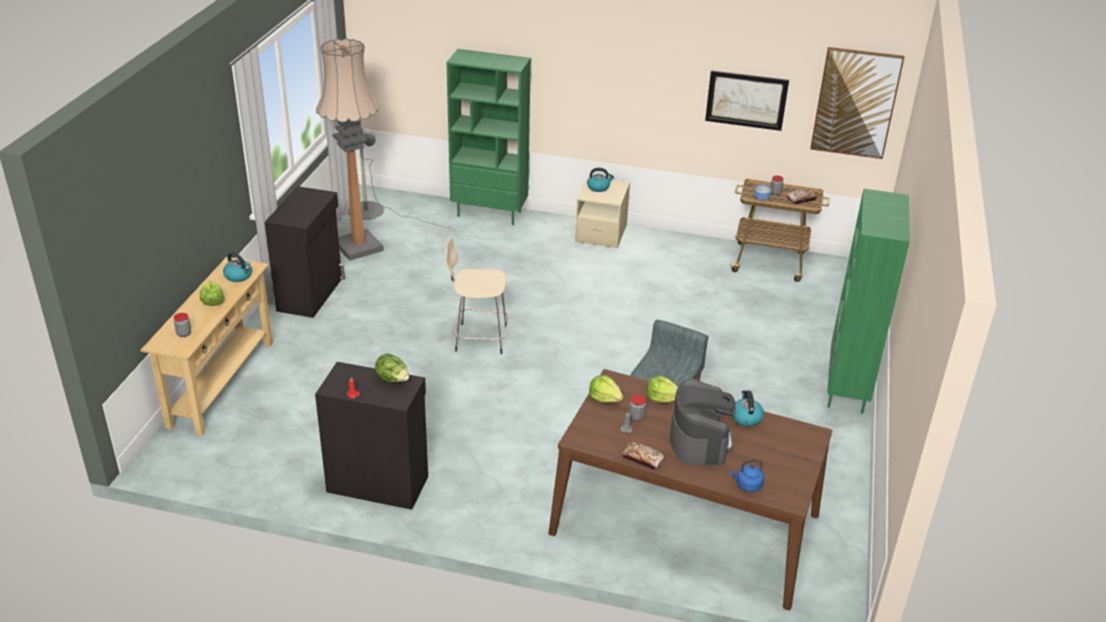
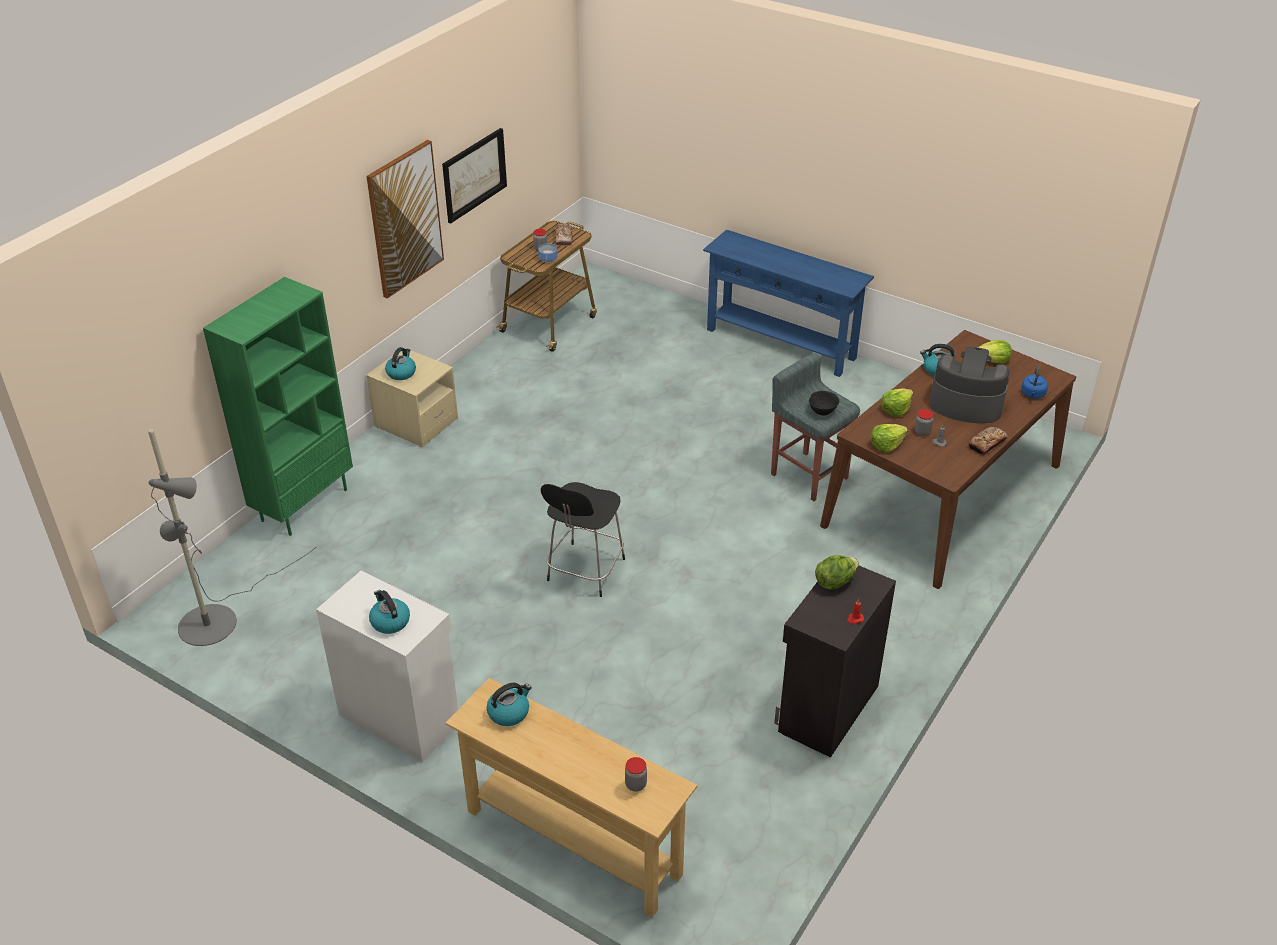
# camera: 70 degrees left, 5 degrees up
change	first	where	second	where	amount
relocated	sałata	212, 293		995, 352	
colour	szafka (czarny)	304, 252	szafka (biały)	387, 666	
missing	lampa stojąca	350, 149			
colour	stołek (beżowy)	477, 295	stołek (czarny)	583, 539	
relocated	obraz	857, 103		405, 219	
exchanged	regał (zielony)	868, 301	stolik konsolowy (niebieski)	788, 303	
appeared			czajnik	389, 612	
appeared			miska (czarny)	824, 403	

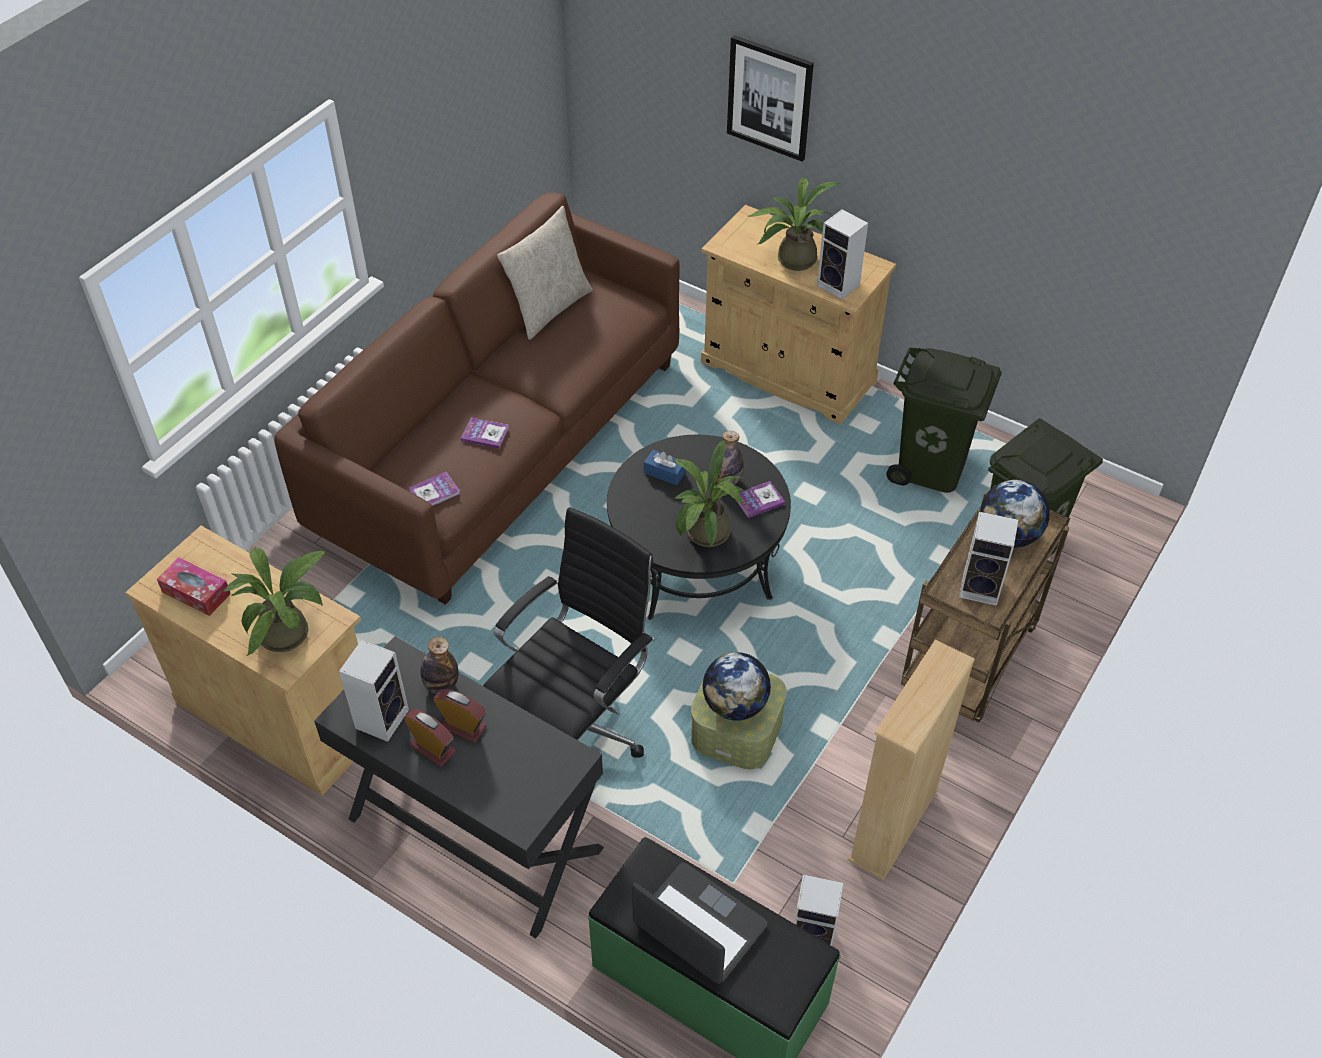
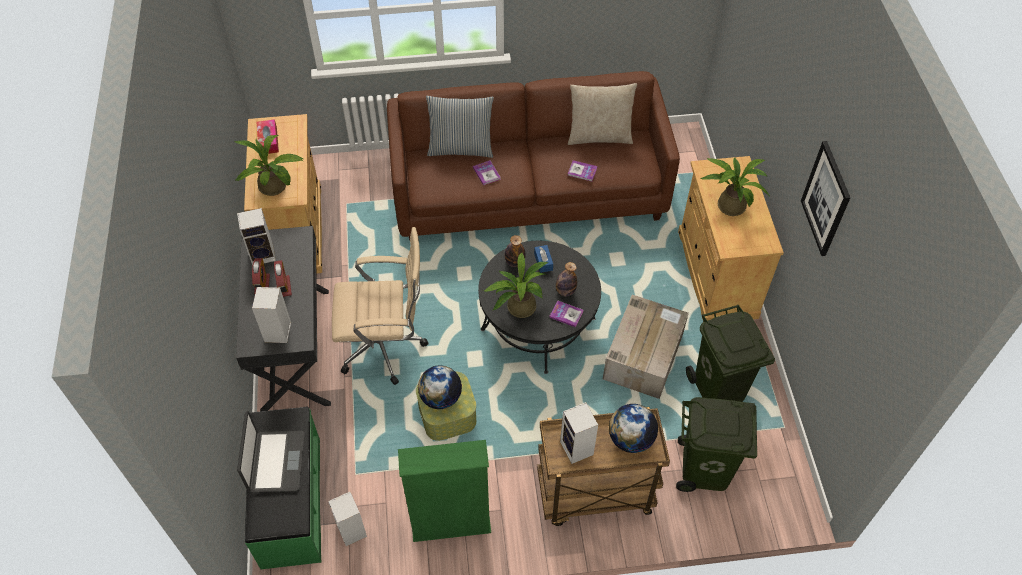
# camera: 50 degrees right, 5 degrees up
change	first	where	second	where	amount
relocated	książka	435, 489		582, 170	
relocated	butelka	439, 665		515, 251	
colour	krzesło biurowe (czarny)	569, 632	krzesło biurowe (beżowy)	380, 306	
relocated	obraz	770, 98		825, 198	
relocated	głośnik	842, 254		271, 315	
colour	regał (beżowy)	911, 759	regał (zielony)	444, 491	
appeared			poduszka	460, 127	
appeared			karton	646, 347	

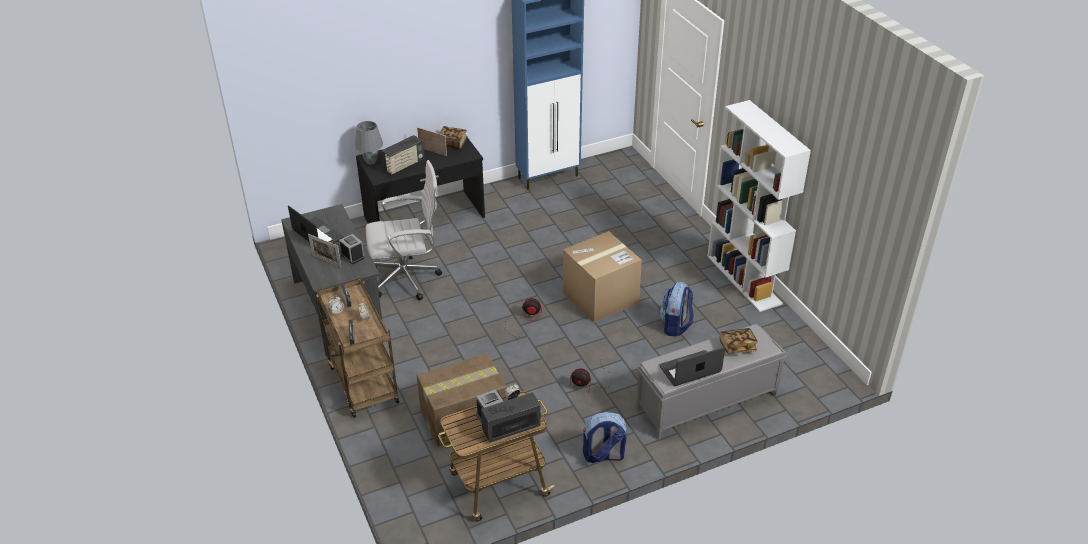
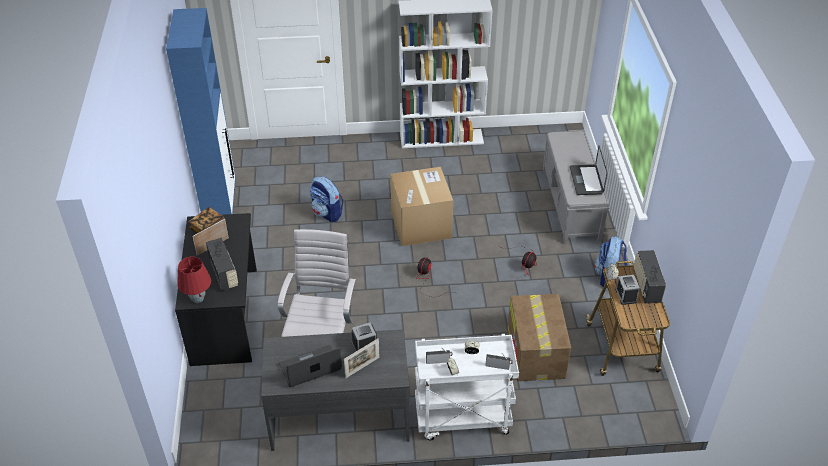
# camera: 70 degrees left, 5 degrees up
change	first	where	second	where	amount
colour	wózek (brązowy)	357, 348	wózek (biały)	467, 387	
colour	lampa stołowa (szary)	369, 143	lampa stołowa (czerwony)	194, 280	
relocated	plecak	676, 309		326, 199	
missing	książka	739, 341			

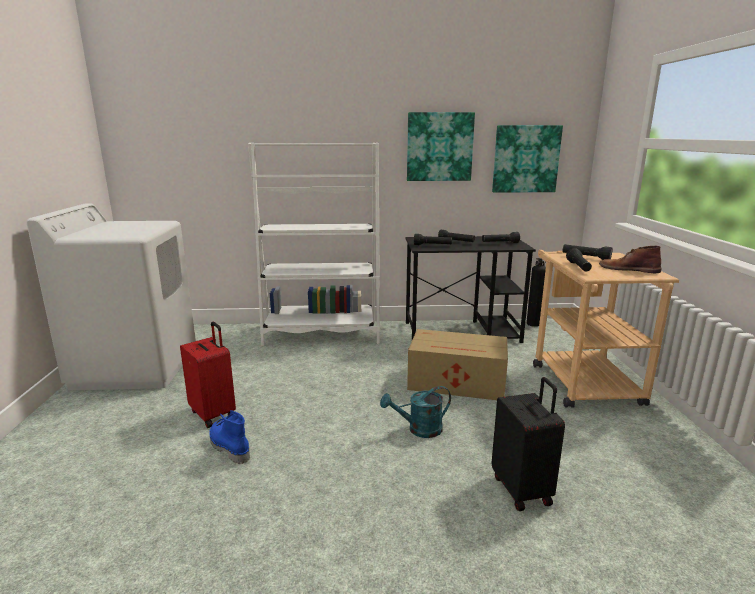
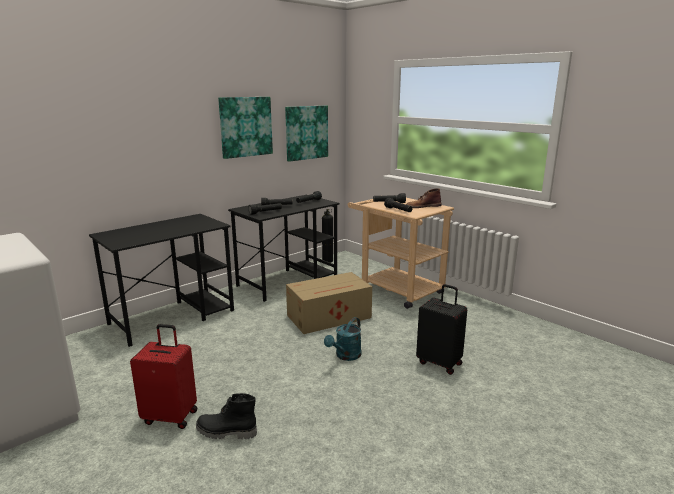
# camera: 40 degrees left, 0 degrees up
change	first	where	second	where	amount
colour	but z cholewką (niebieski)	229, 437	but z cholewką (czarny)	226, 416	
exchanged	regał (biały)	314, 244	biurko (czarny)	161, 280	

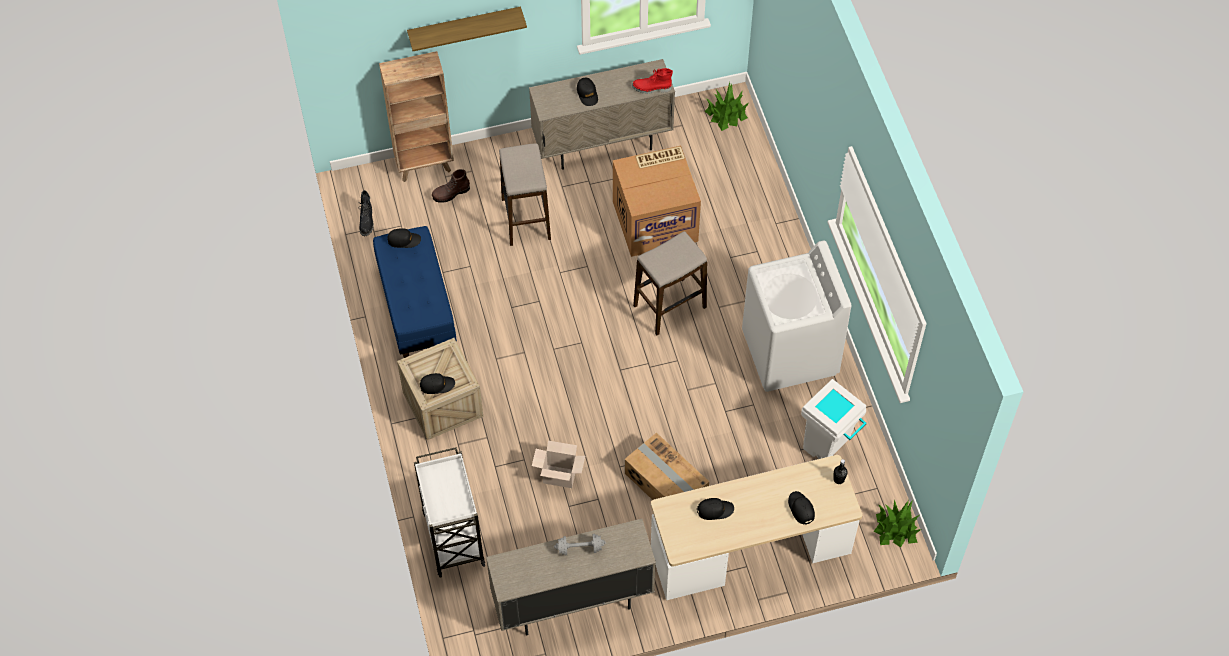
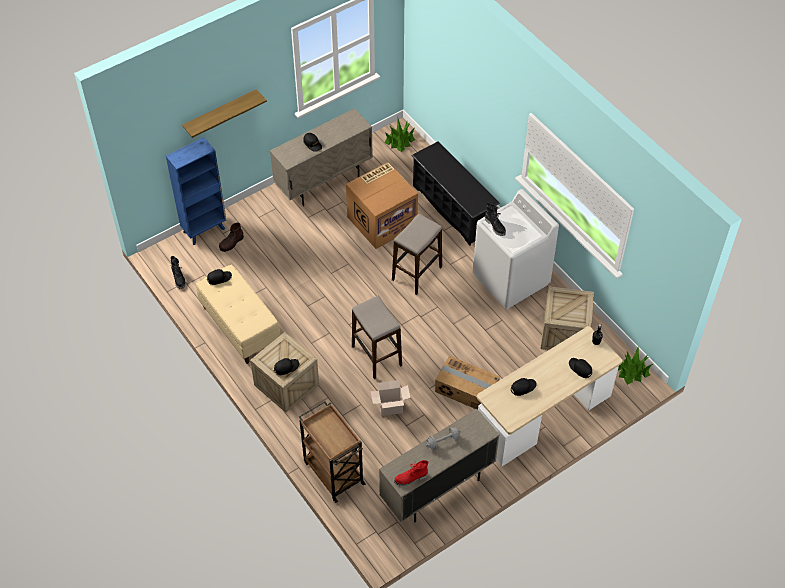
# camera: 20 degrees left, 5 degrees down
change	first	where	second	where	amount
colour	ławka (niebieski)	415, 292	ławka (beżowy)	238, 314	
colour	regał (brązowy)	416, 116	regał (niebieski)	196, 191	
colour	wózek (biały)	449, 512	wózek (brązowy)	332, 452	
relocated	stołek	525, 194		377, 337	
relocated	but z cholewką (czerwony)	652, 81		411, 473	
exchanged	kosz na śmieci (biały)	834, 419	skrzynka	567, 318	
appeared			regał na buty (czarny)	455, 193	
appeared			but z cholewką (czarny)	495, 219	

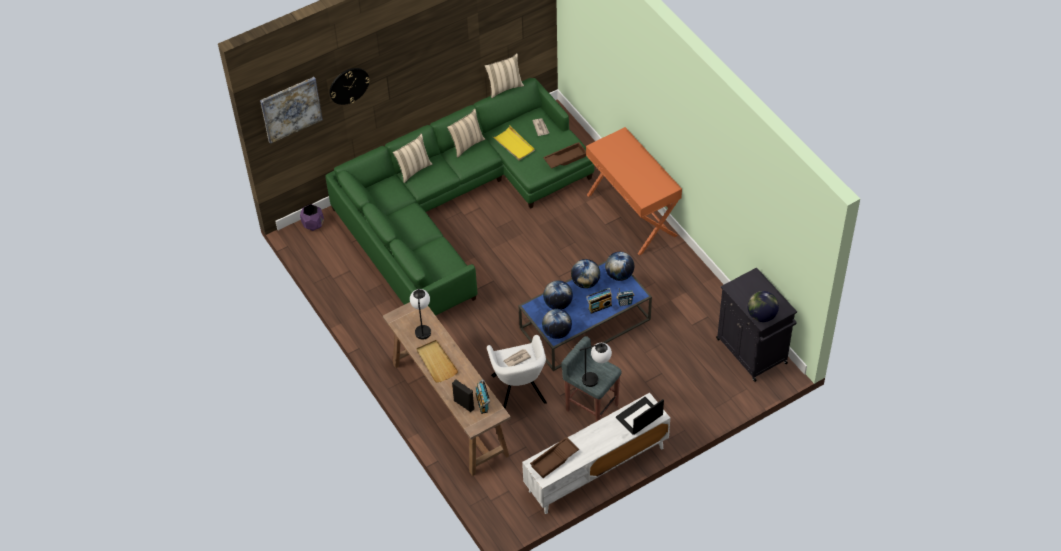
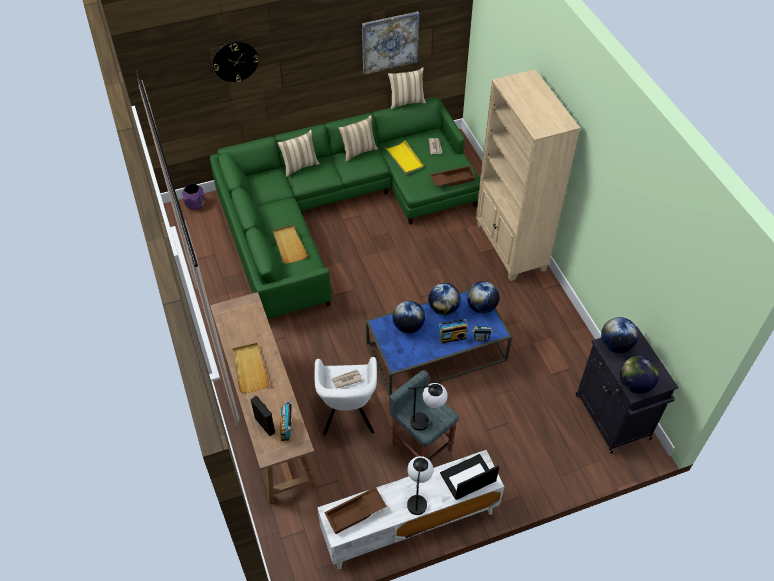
# camera: 10 degrees right, 0 degrees up
change	first	where	second	where	amount
relocated	obraz	291, 110		390, 43	
relocated	lampa stołowa	420, 314		420, 485	
relocated	globus	557, 324		619, 335	
exchanged	stolik konsolowy (pomarańczowy)	634, 191	regał (beżowy)	528, 175	
appeared			taca (beżowy)	290, 244	

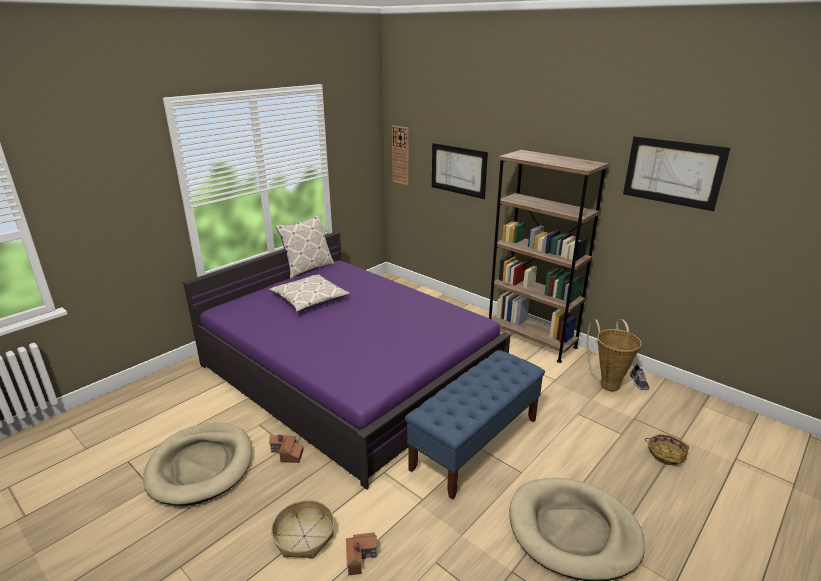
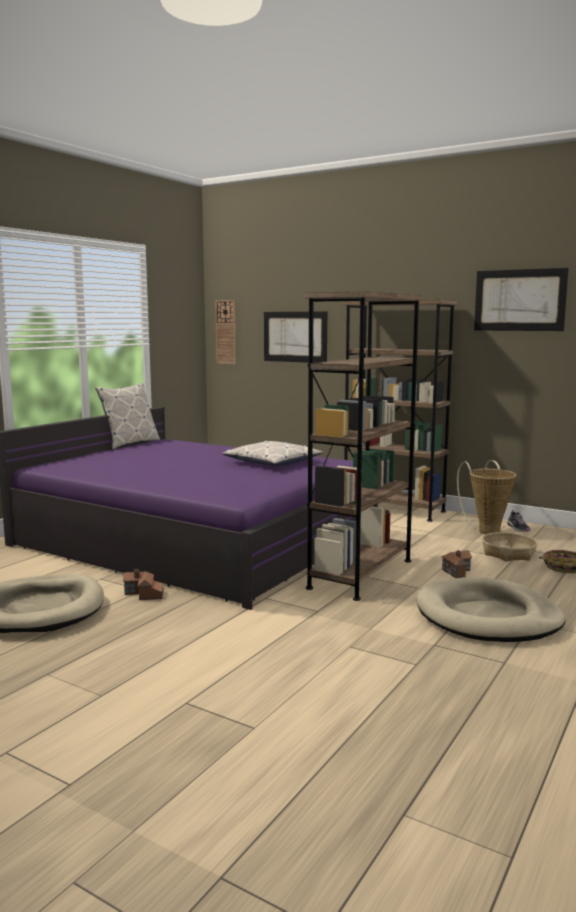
# camera: 10 degrees left, 15 degrees down
change	first	where	second	where	amount
relocated	poduszka	309, 293		273, 453	
relocated	koszyk	303, 529		509, 546	
relocated	domek	361, 553		457, 564	
exchanged	ławka (niebieski)	475, 425	regał (brązowy)	363, 446	

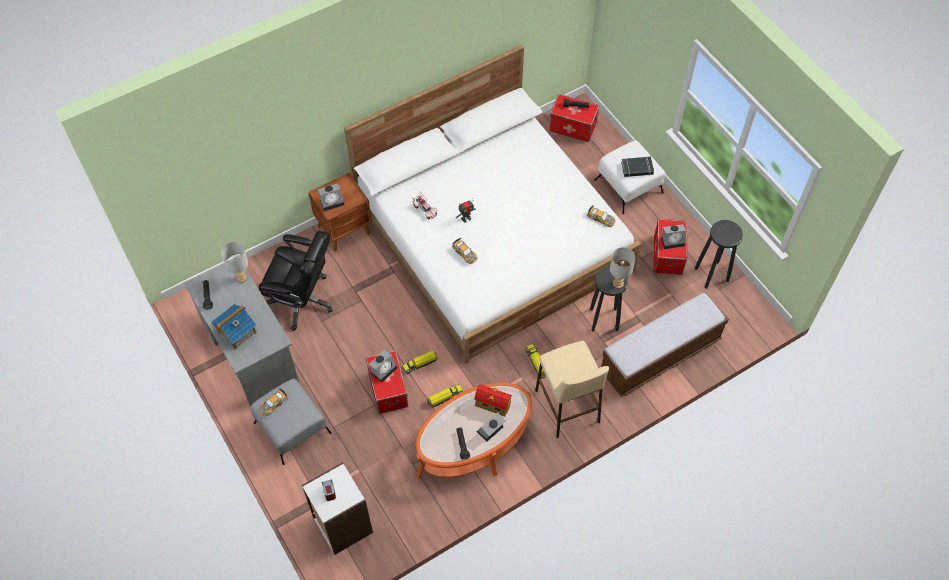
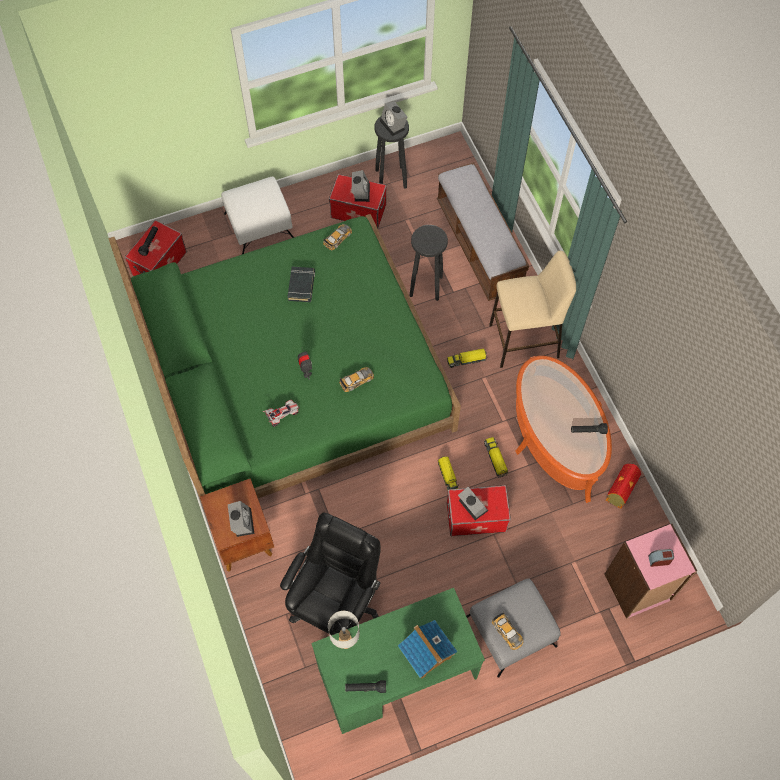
# camera: 80 degrees left, 5 degrees up
change	first	where	second	where	amount
colour	biurko (szary)	241, 332	biurko (zielony)	398, 661	
colour	regał (biały)	337, 508	regał (różowy)	651, 571	
colour	łóżko (biały)	492, 204	łóżko (zielony)	284, 358	
relocated	domek	493, 400		623, 486	
relocated	budzik	491, 427		393, 118	
missing	lampa stołowa (szary)	623, 267			
relocated	książka (czarny)	637, 167		301, 284	

